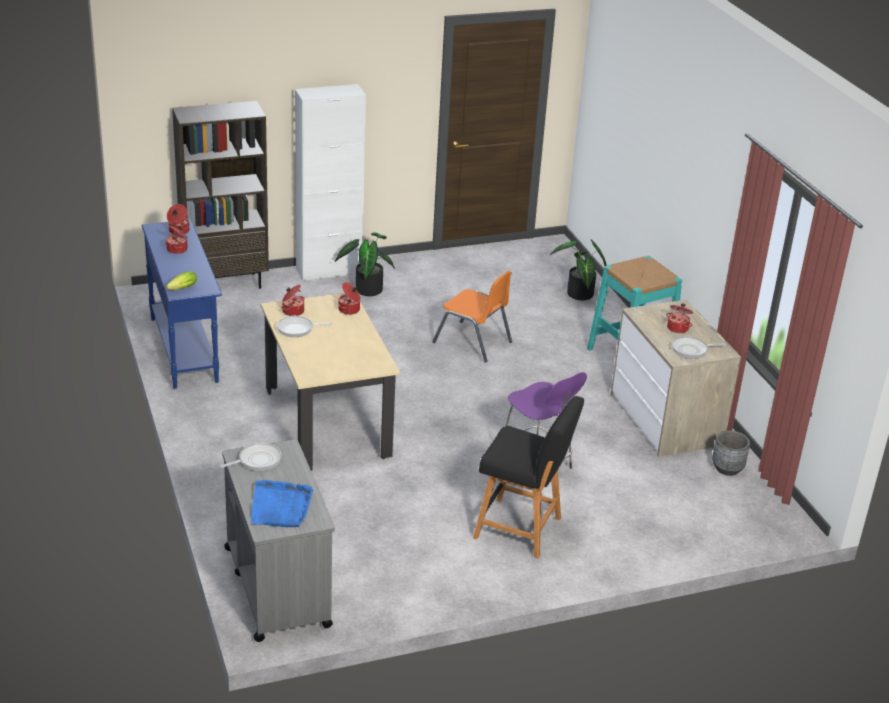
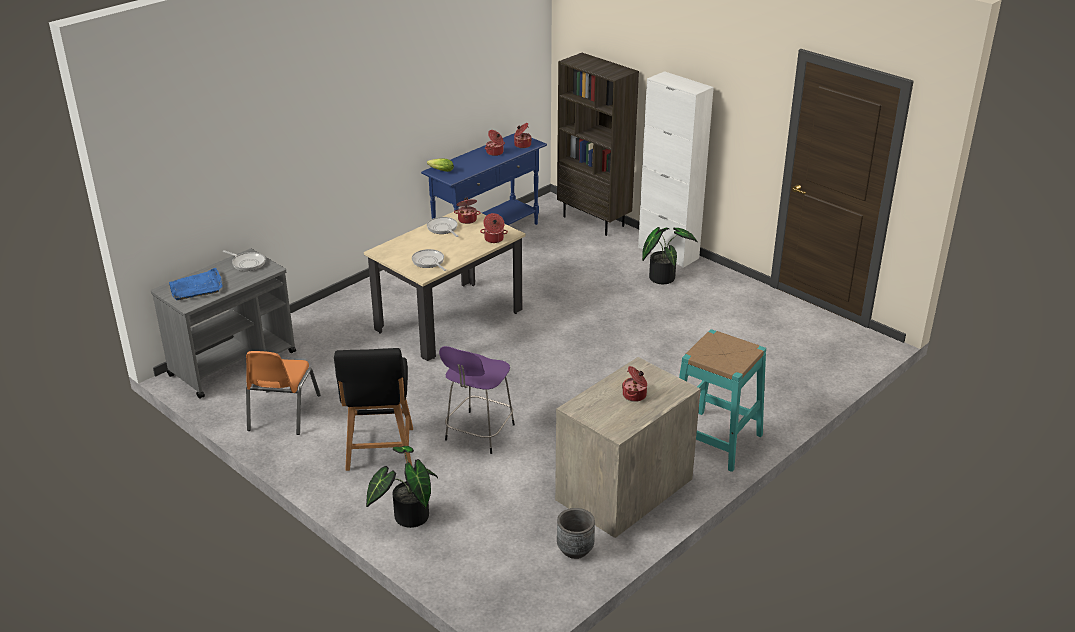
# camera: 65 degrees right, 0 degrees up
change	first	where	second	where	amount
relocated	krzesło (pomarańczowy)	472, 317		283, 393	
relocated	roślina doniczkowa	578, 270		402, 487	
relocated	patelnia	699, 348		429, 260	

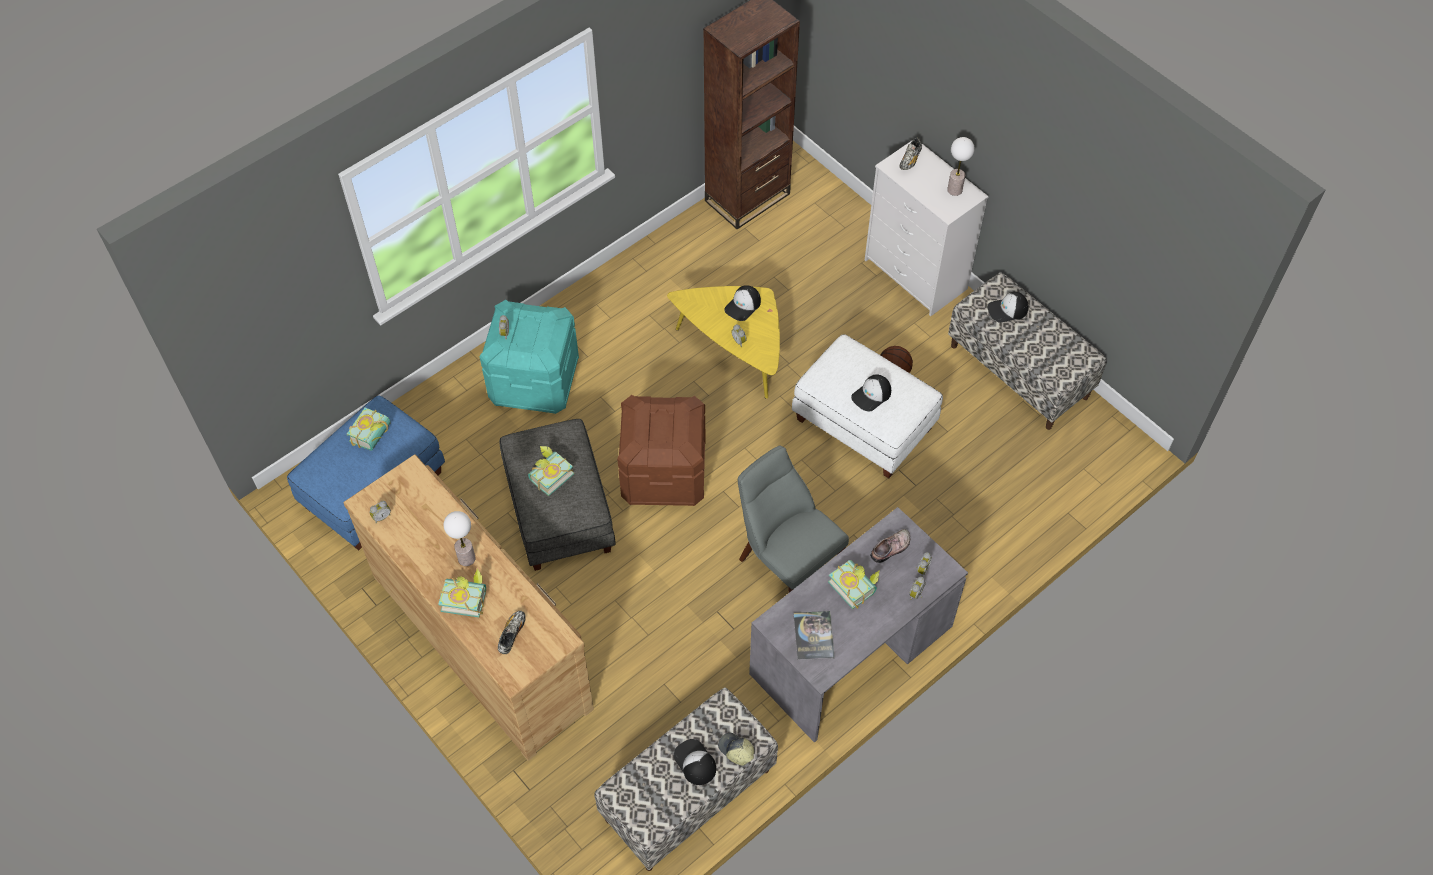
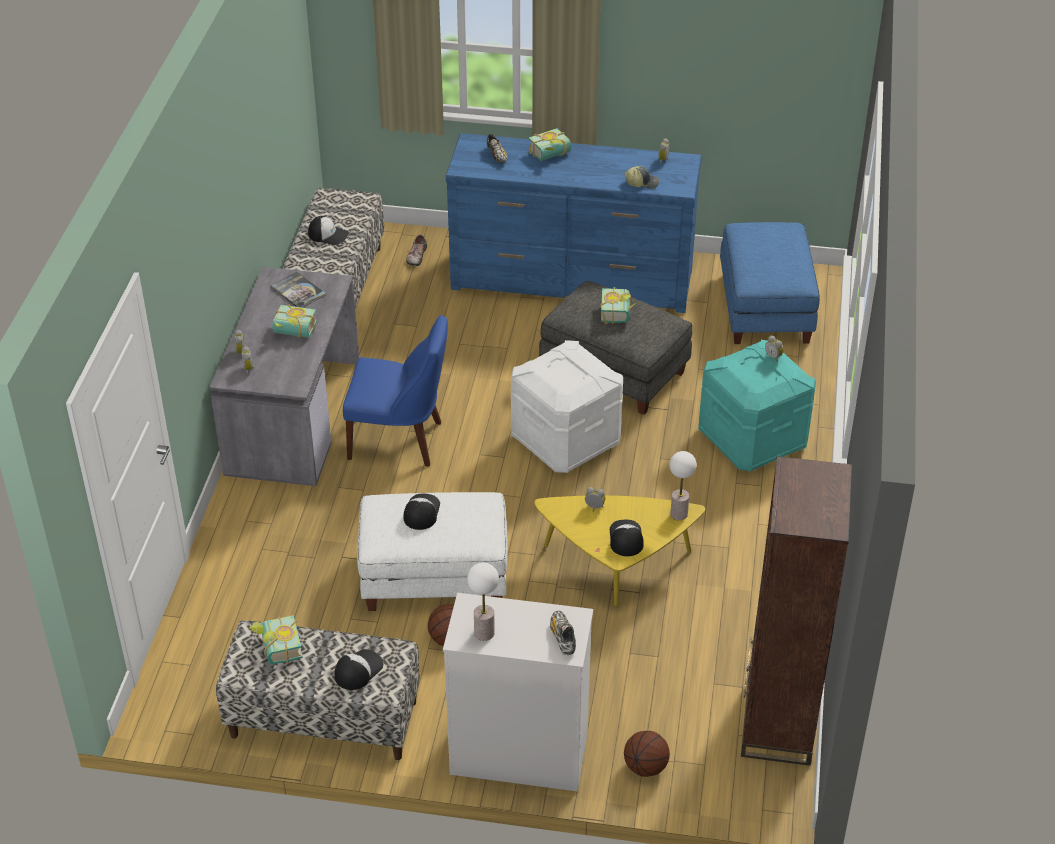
# camera: 140 degrees right, 15 degrees down
change	first	where	second	where	amount
colour	komoda (brązowy)	469, 607	komoda (niebieski)	574, 223	
relocated	książka	369, 429		276, 639	
relocated	lampa stołowa	460, 538		683, 485	
colour	pojemnik do przechowywania (brązowy)	661, 450	pojemnik do przechowywania (biały)	567, 406	
relocated	czapka z daszkiem	736, 749		641, 177	
colour	krzesło (szary)	793, 519	krzesło (niebieski)	395, 390	
relocated	but	890, 546		416, 250	
appeared			piłka do koszykówki	647, 754	

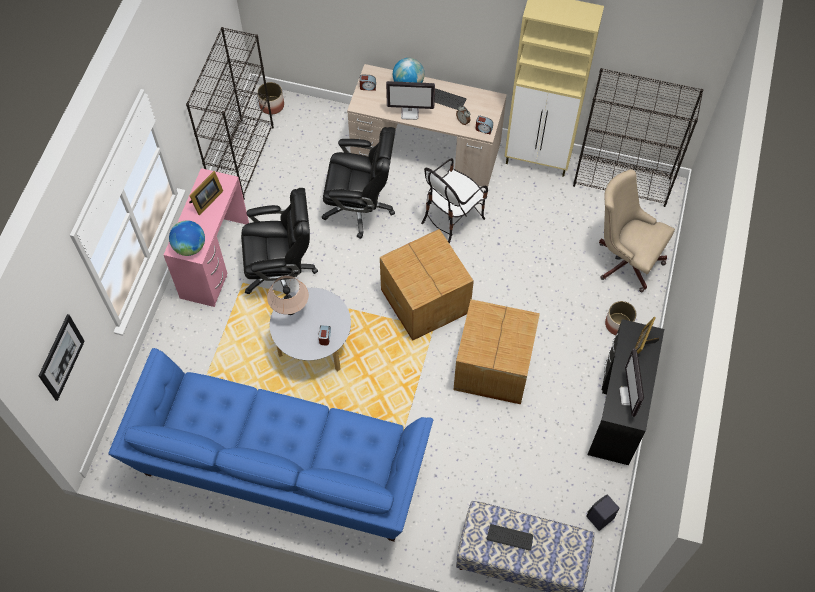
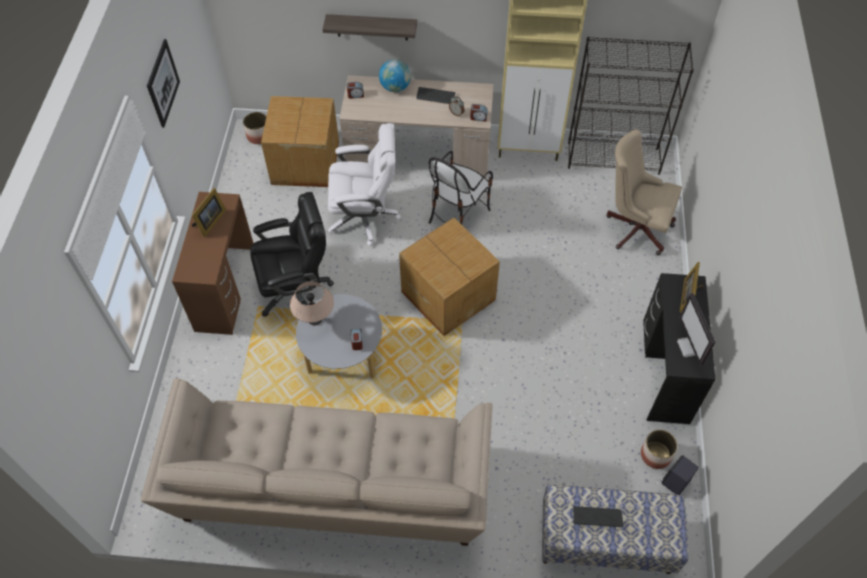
# camera: 10 degrees left, 5 degrees down
change	first	where	second	where	amount
relocated	obraz	61, 357		163, 83	
colour	kanapa (niebieski)	271, 444	kanapa (beżowy)	317, 462	
colour	biurko (różowy)	206, 237	biurko (brązowy)	213, 263	
missing	globus	187, 238			
missing	regał (czarny)	230, 113			
colour	krzesło biurowe (czarny)	358, 183	krzesło biurowe (biały)	364, 184	
missing	monitor	410, 100			
relocated	karton	497, 351		300, 141	
relocated	donica	621, 318		659, 449	
appeared			półka	369, 27	

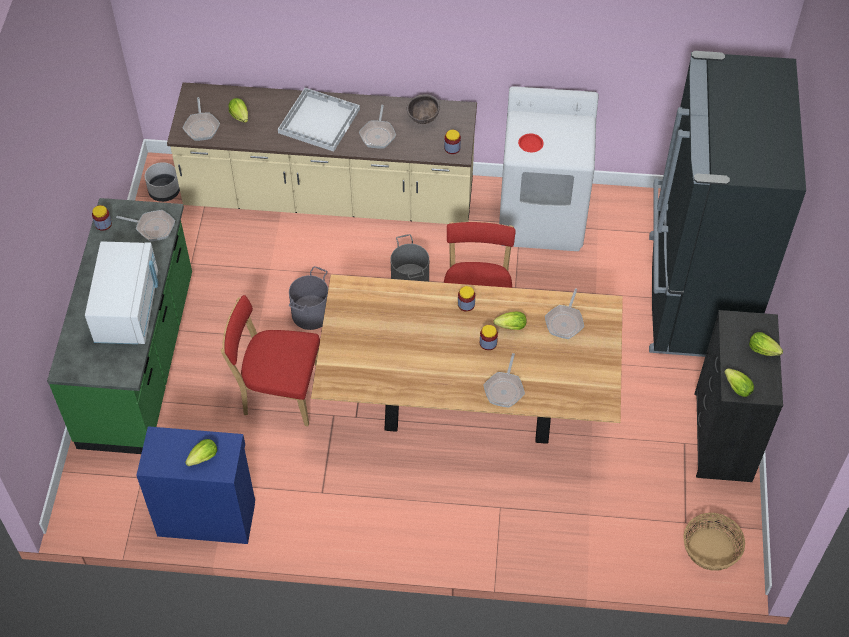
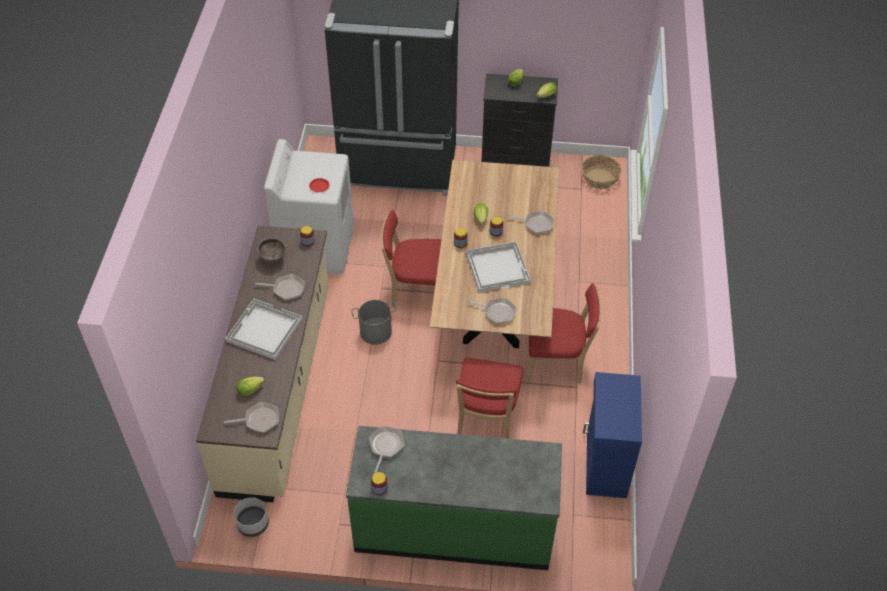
# camera: 90 degrees left, 5 degrees down
change	first	where	second	where	amount
missing	mikrofalówka (biały)	121, 292			
missing	sałata	201, 452			
missing	wiadro (szary)	308, 298			
relocated	patelnia	564, 314		492, 311	
appeared			taca (biały)	498, 267	
appeared			krzesło (czerwony)	564, 333	

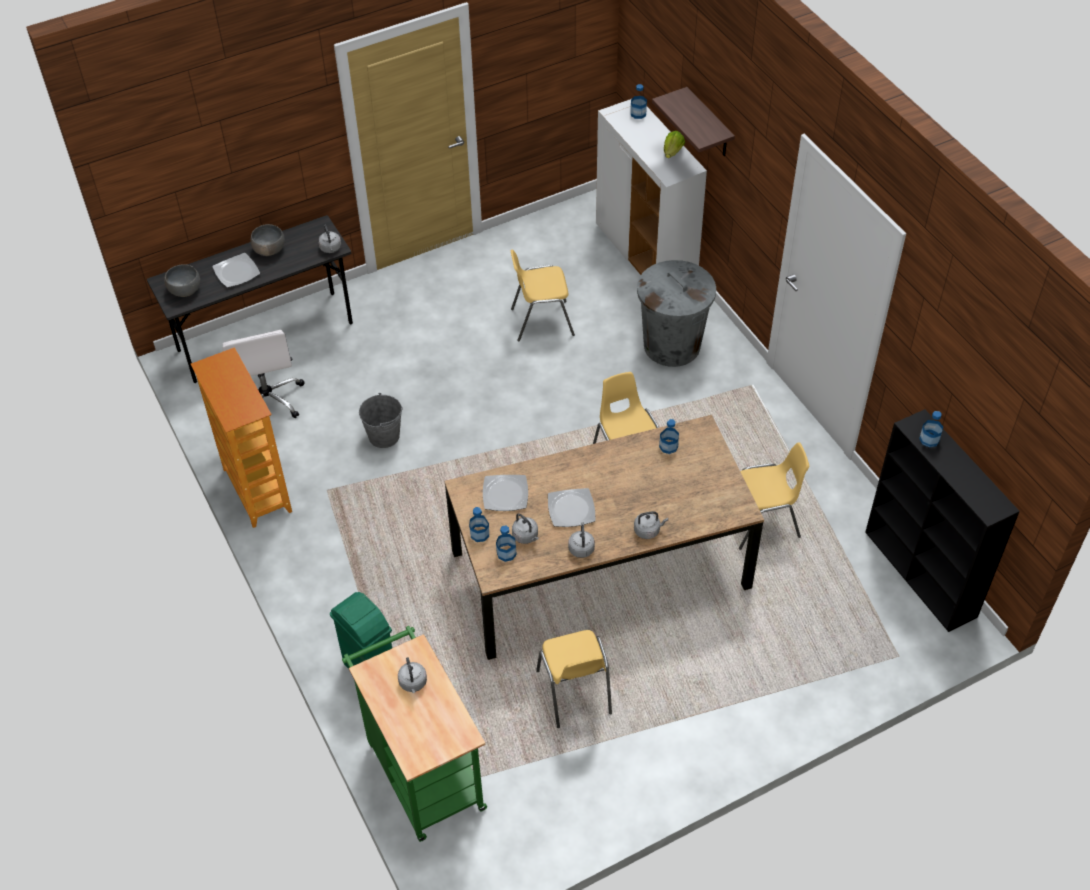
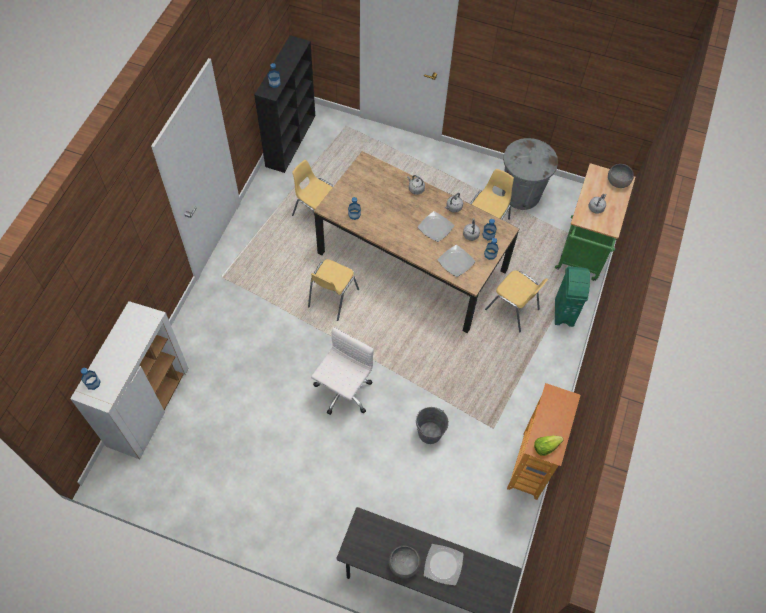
# camera: 135 degrees left, 10 degrees up
change	first	where	second	where	amount
relocated	miska (szary)	182, 280		621, 176	
relocated	krzesło biurowe (biały)	263, 374		342, 371	
missing	czajnik (szary)	329, 239			
relocated	krzesło (żółty)	542, 295		516, 301	
relocated	kosz na śmieci (szary)	676, 313		530, 174	
missing	półka	693, 121			
relocated	sałata	674, 144		548, 445	

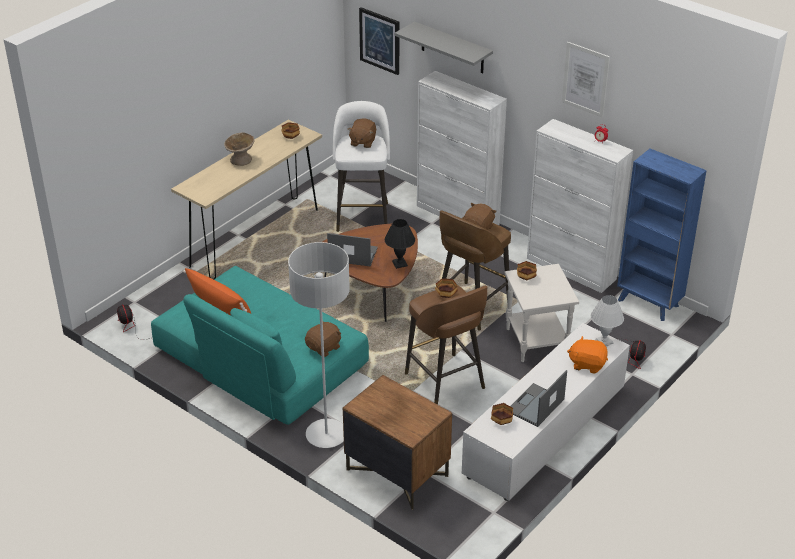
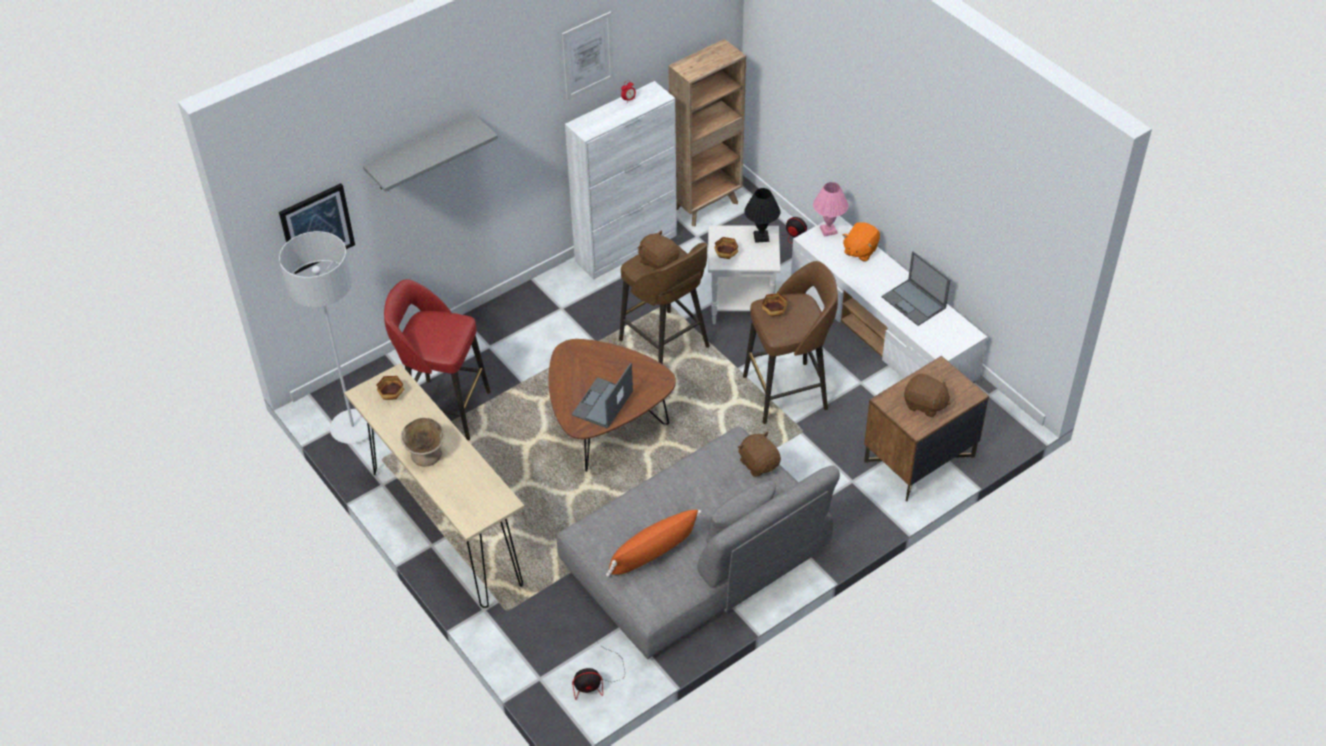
# camera: 75 degrees left, 10 degrees up
change	first	where	second	where	amount
colour	kanapa (turkusowy)	260, 345	kanapa (szary)	698, 543	
relocated	lampa stojąca (szary)	319, 345		326, 337	
colour	stołek (biały)	361, 166	stołek (czerwony)	437, 359	
relocated	pluszak (brązowy)	362, 133		927, 395	
relocated	lampa stołowa (czarny)	400, 244		762, 215	
missing	szafka (biały)	462, 148			
missing	miska	502, 414			
colour	lampa stołowa (biały)	607, 320	lampa stołowa (różowy)	830, 209	
colour	regał (niebieski)	662, 235	regał (brązowy)	707, 132	

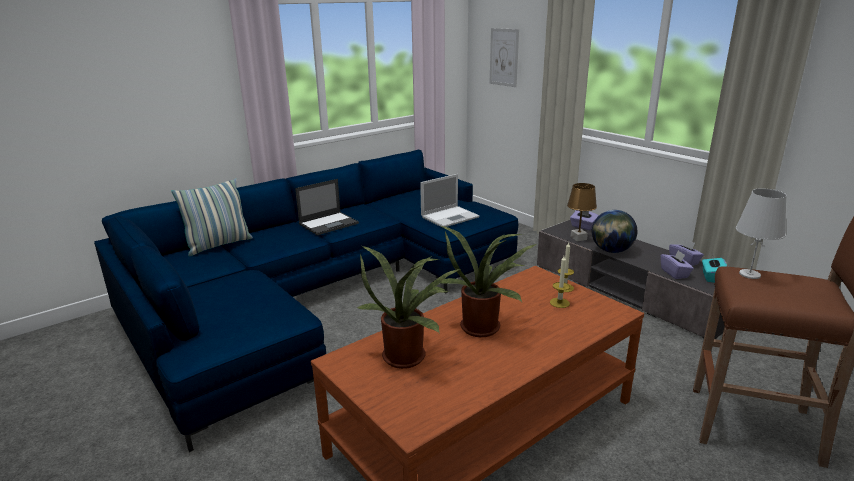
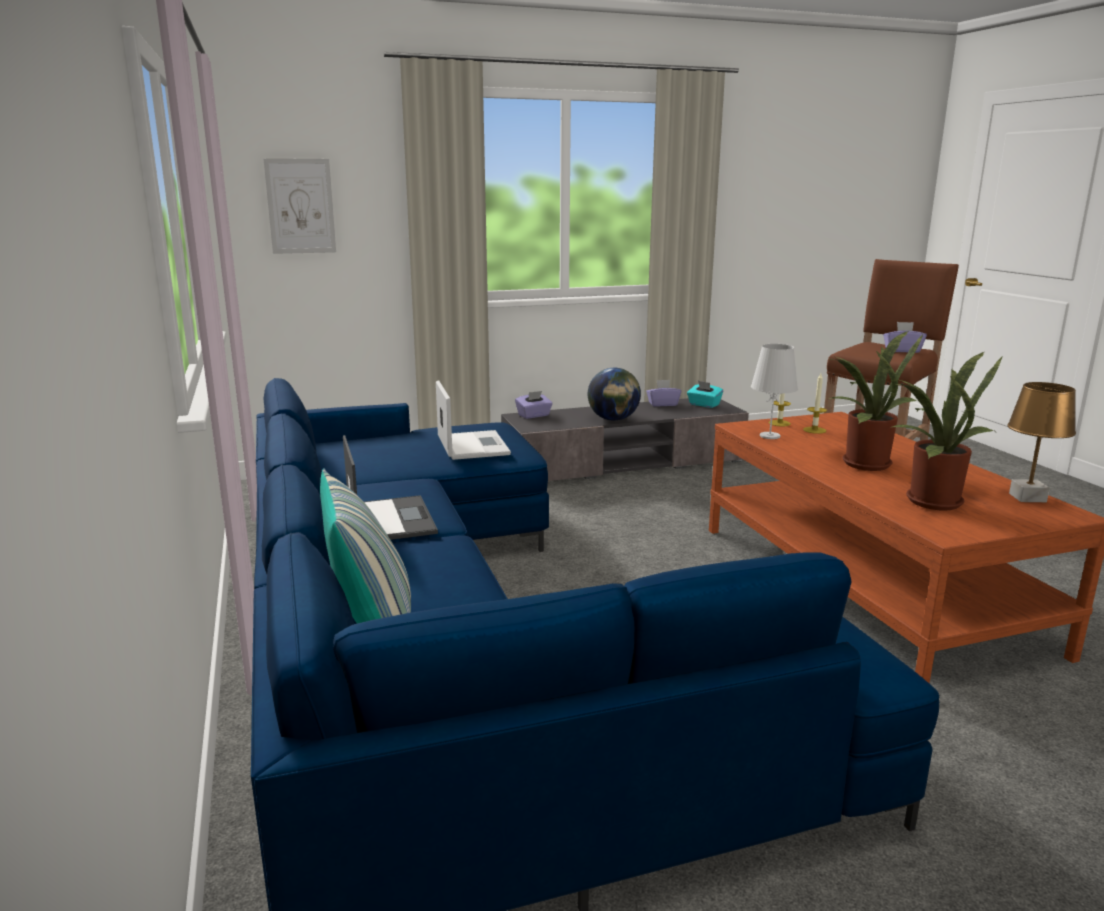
# camera: 70 degrees left, 5 degrees down
change	first	where	second	where	amount
relocated	lampa stołowa (brązowy)	582, 212		1041, 442	
relocated	pudełko chusteczek (fioletowy)	677, 264		905, 337	
relocated	lampa stołowa (biały)	761, 233		774, 391	

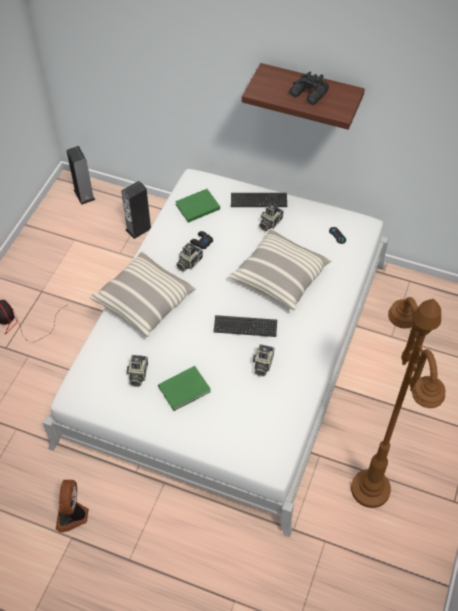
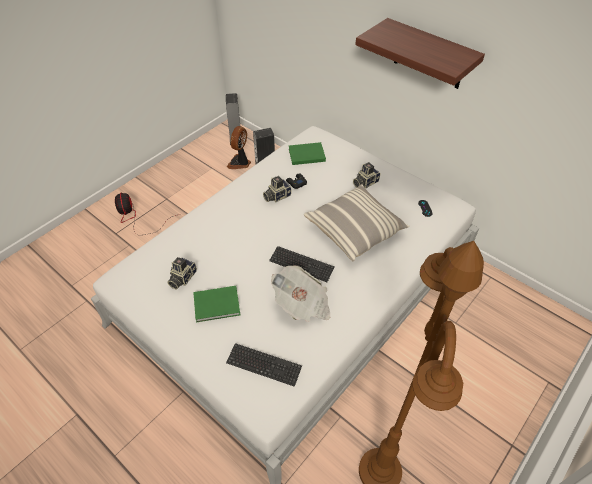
# camera: 20 degrees right, 5 degrees down
change	first	where	second	where	amount
relocated	wentylator	72, 506		239, 147	
missing	poduszka	143, 294			
relocated	klawiatura	259, 200		264, 365	
exchanged	aparat fotograficzny	264, 360	gazeta	301, 293	
missing	lornetka (czarny)	309, 88			

